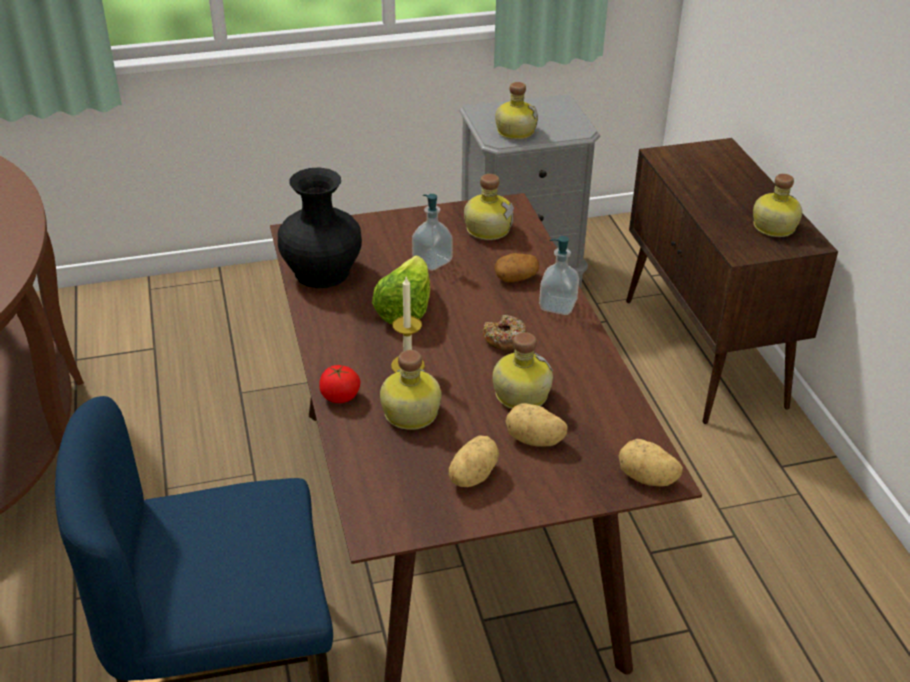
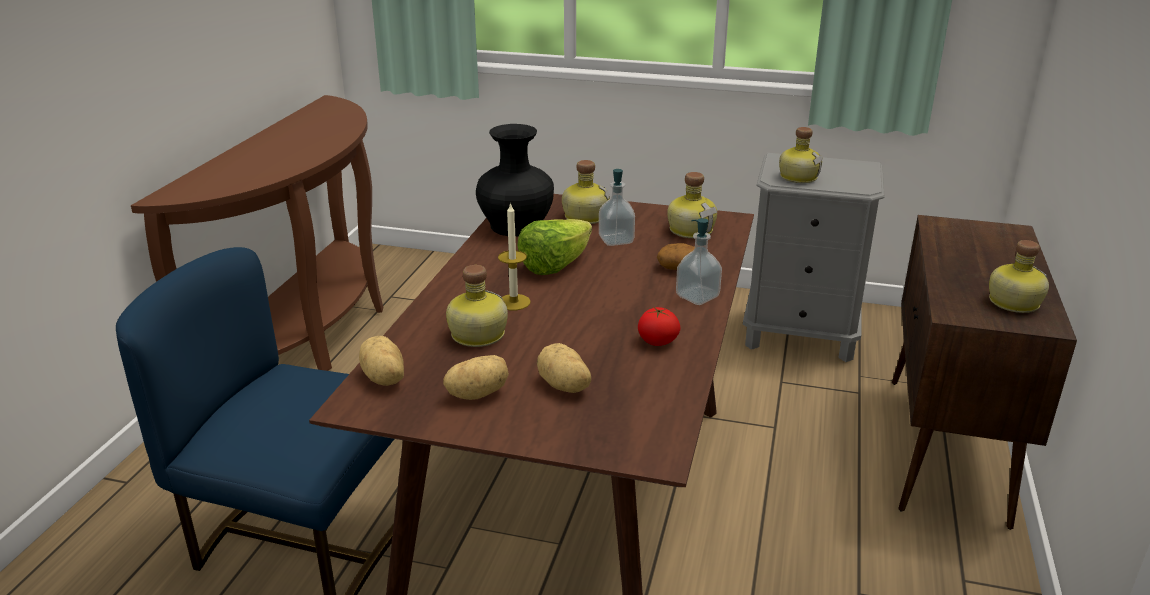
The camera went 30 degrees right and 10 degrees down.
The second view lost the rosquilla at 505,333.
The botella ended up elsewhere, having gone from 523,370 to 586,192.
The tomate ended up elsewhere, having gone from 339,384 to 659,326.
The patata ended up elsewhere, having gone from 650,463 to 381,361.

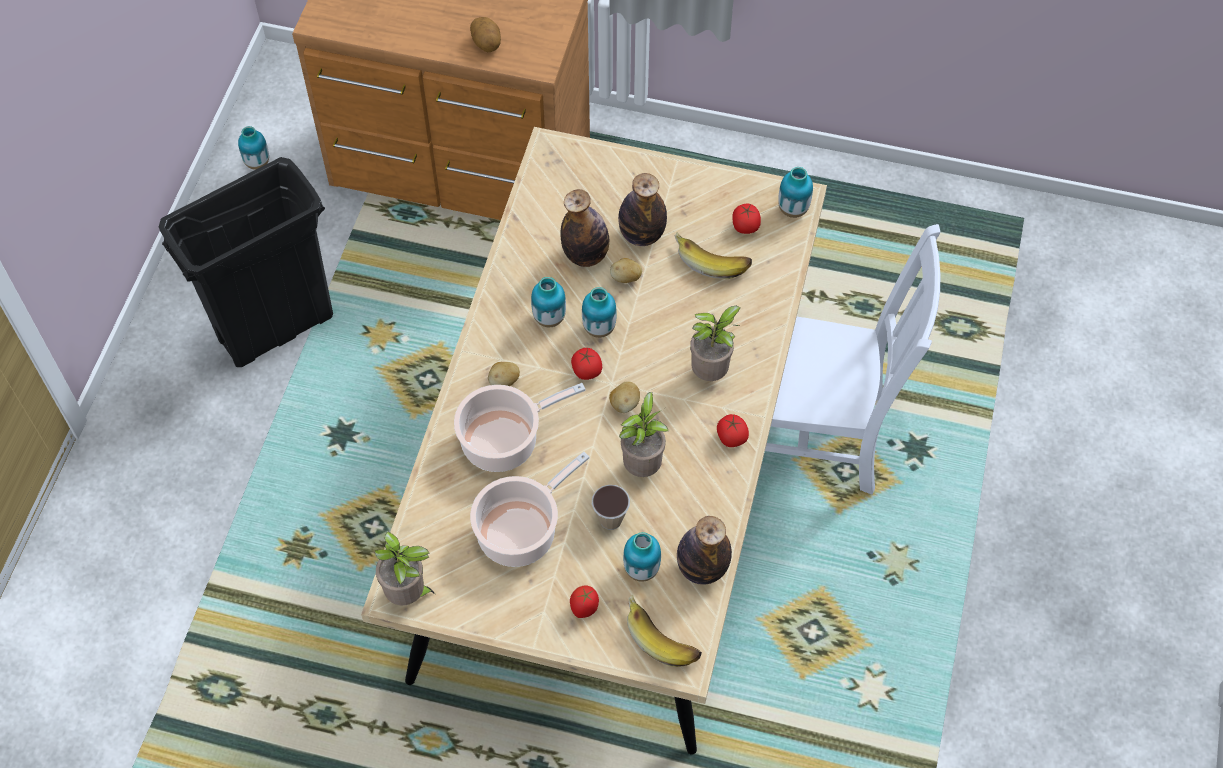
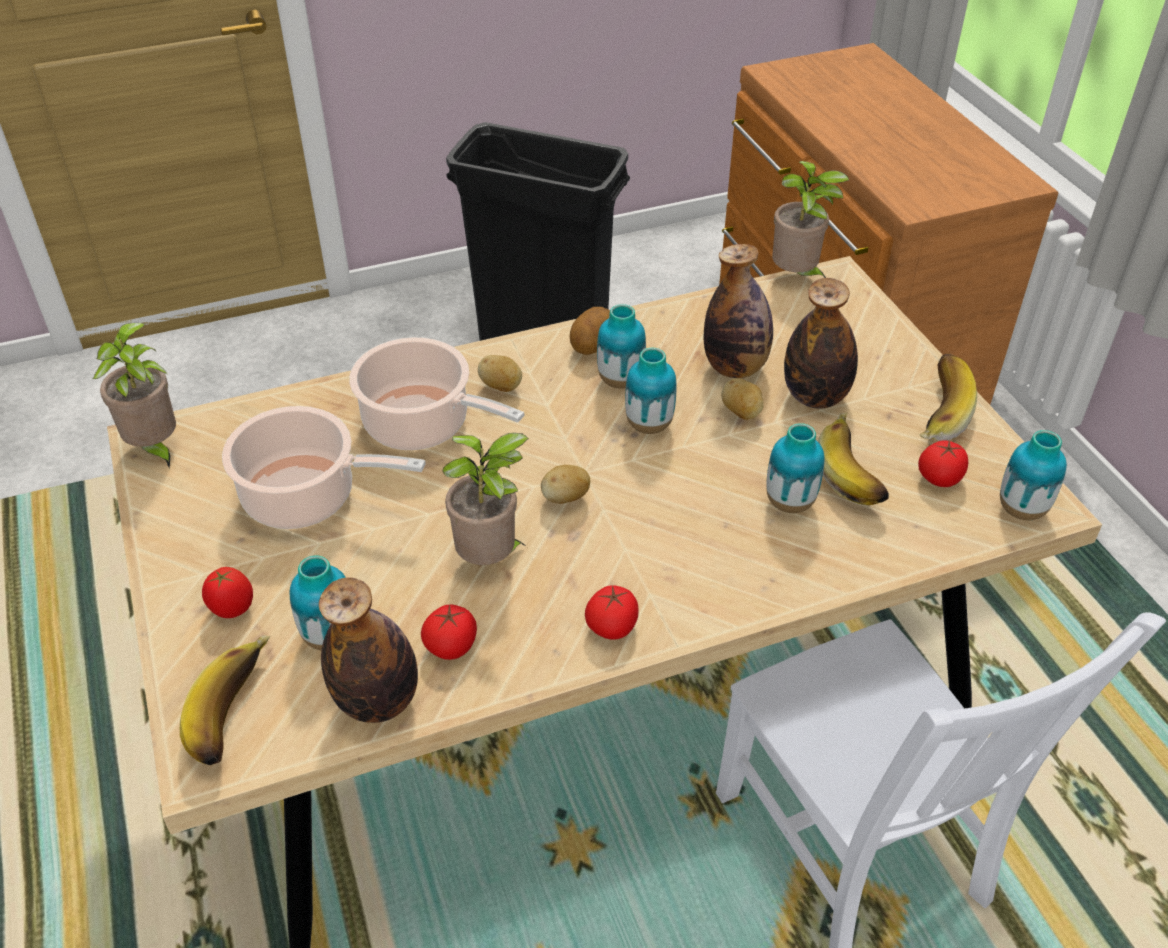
The camera went 55 degrees right and 15 degrees down.
The patata ended up elsewhere, having gone from 485,34 to 590,331.
The florero ended up elsewhere, having gone from 253,148 to 795,468.
The planta en maceta ended up elsewhere, having gone from 715,343 to 810,219.
The tomate ended up elsewhere, having gone from 586,364 to 449,632.
The second view lost the taza at 611,507.
The second view gained the plátano at 948,397.

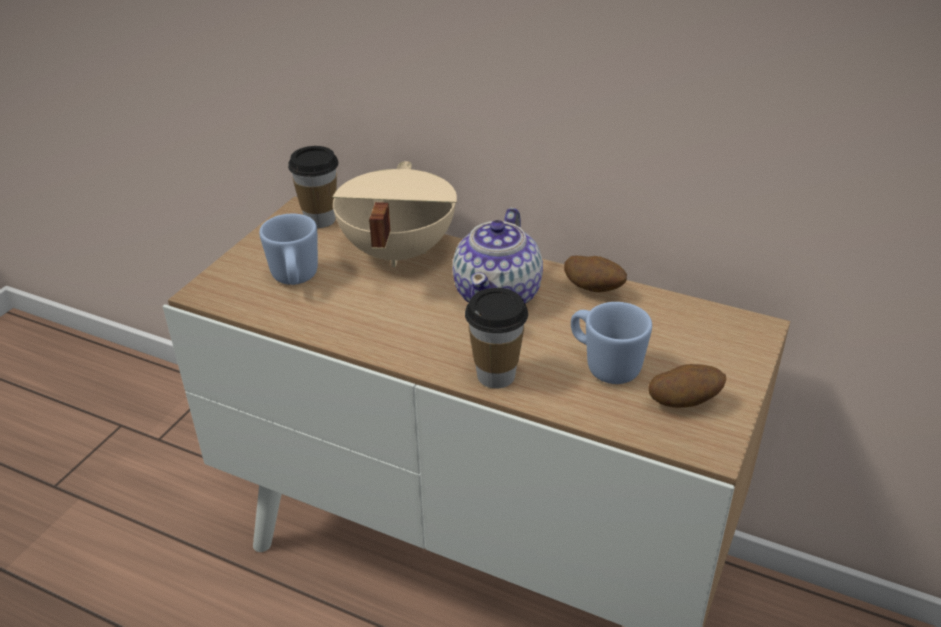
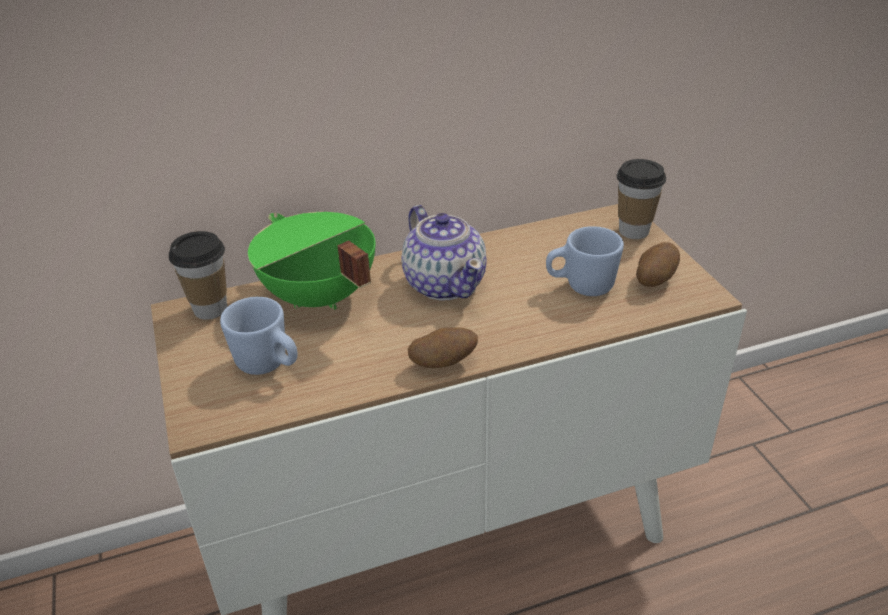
The camera went 45 degrees left and 0 degrees up.
What was the olla (beis) at 395,214 turned into the olla (verde) at 312,261.
The patata ended up elsewhere, having gone from 595,274 to 443,347.
The taza ended up elsewhere, having gone from 496,338 to 641,199.

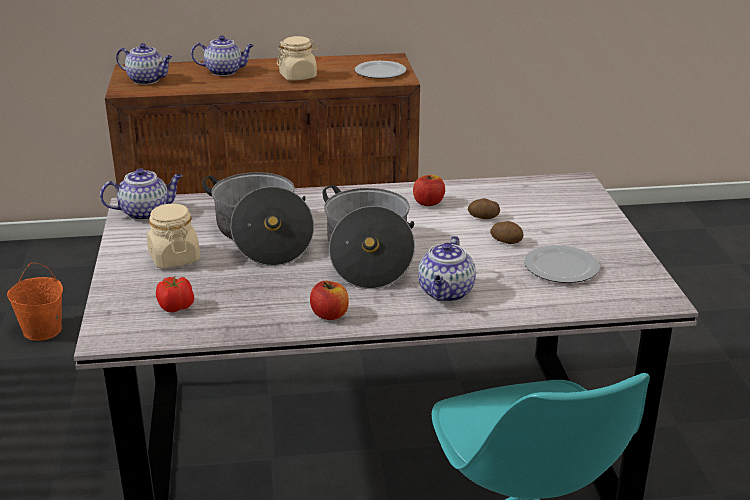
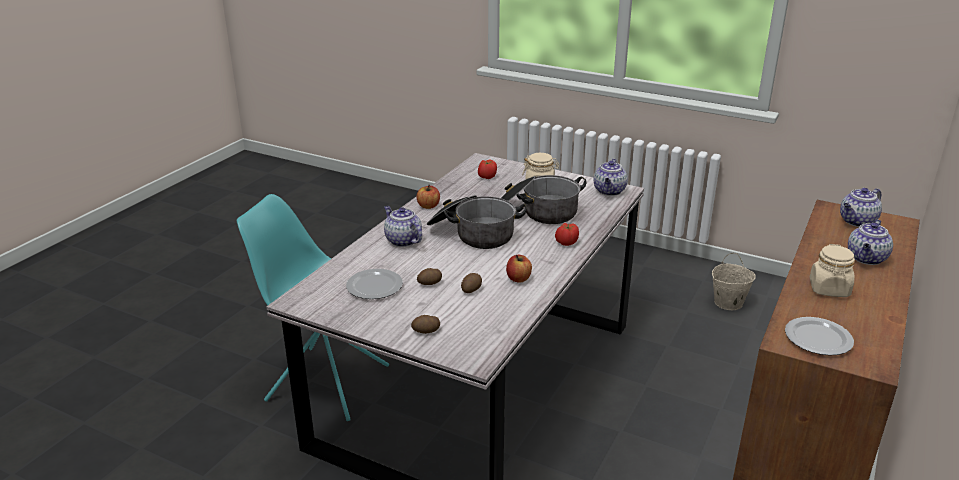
The camera went 125 degrees right and 0 degrees up.
What was the cubo (naranja) at 35,301 turned into the cubo (beis) at 734,281.
The second view gained the tomate at 567,234.
The second view gained the patata at 425,324.

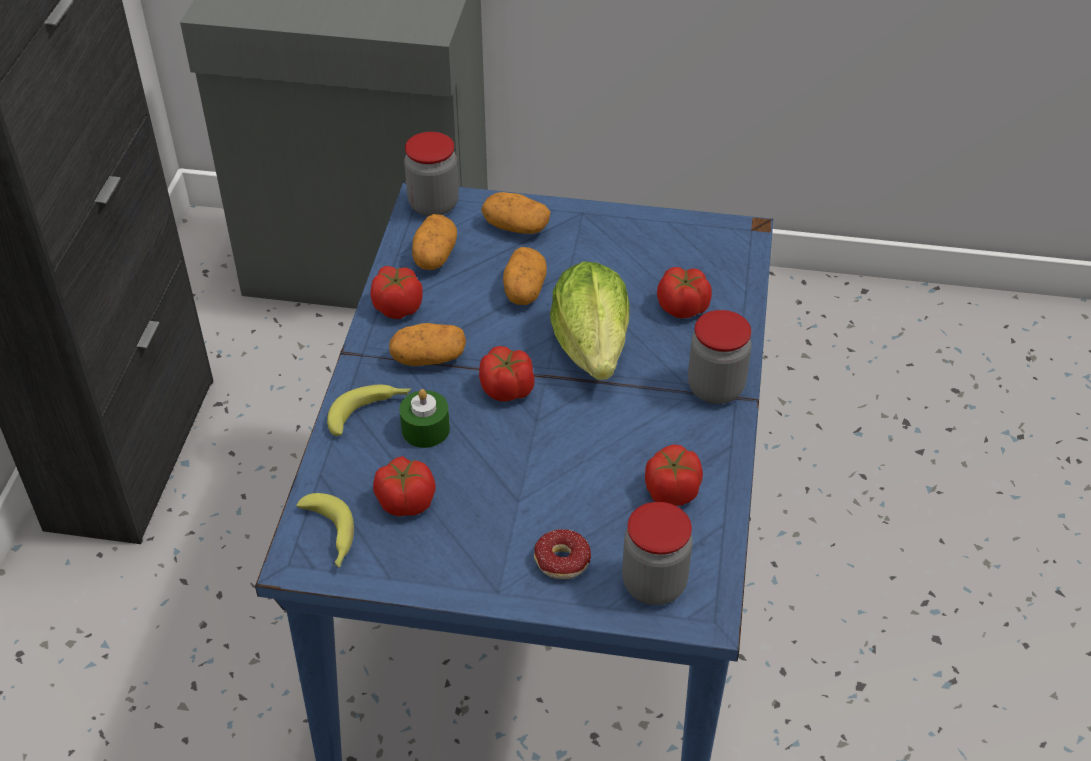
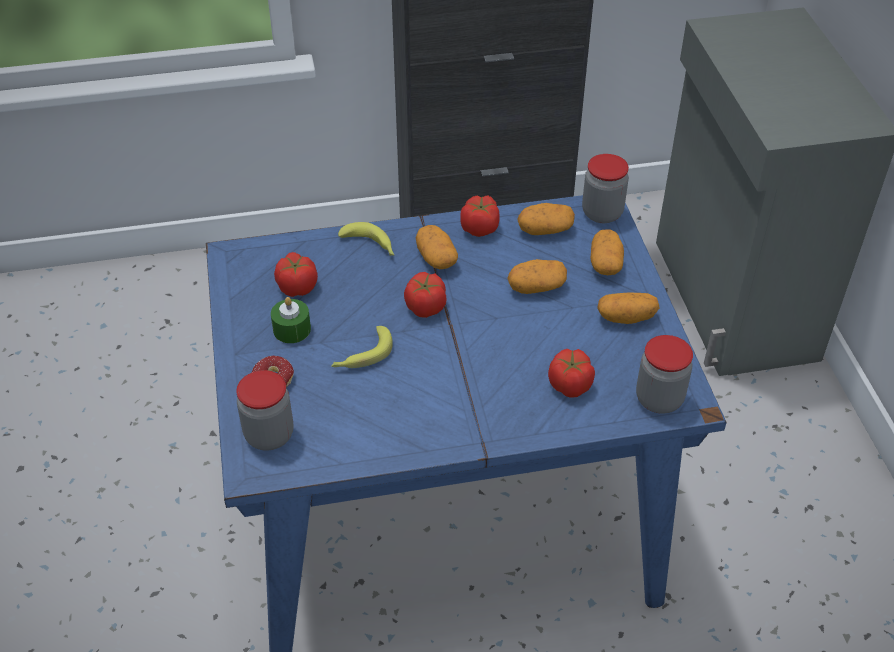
The camera went 70 degrees right and 0 degrees up.
The second view lost the lechuga at 590,320.
The tarro ended up elsewhere, having gone from 720,357 to 664,374.
The vela (verde) ended up elsewhere, having gone from 424,418 to 291,320.
The second view lost the tomate at 674,475.
The plátano ended up elsewhere, having gone from 325,530 to 362,347.
The second view gained the patata at 628,308.

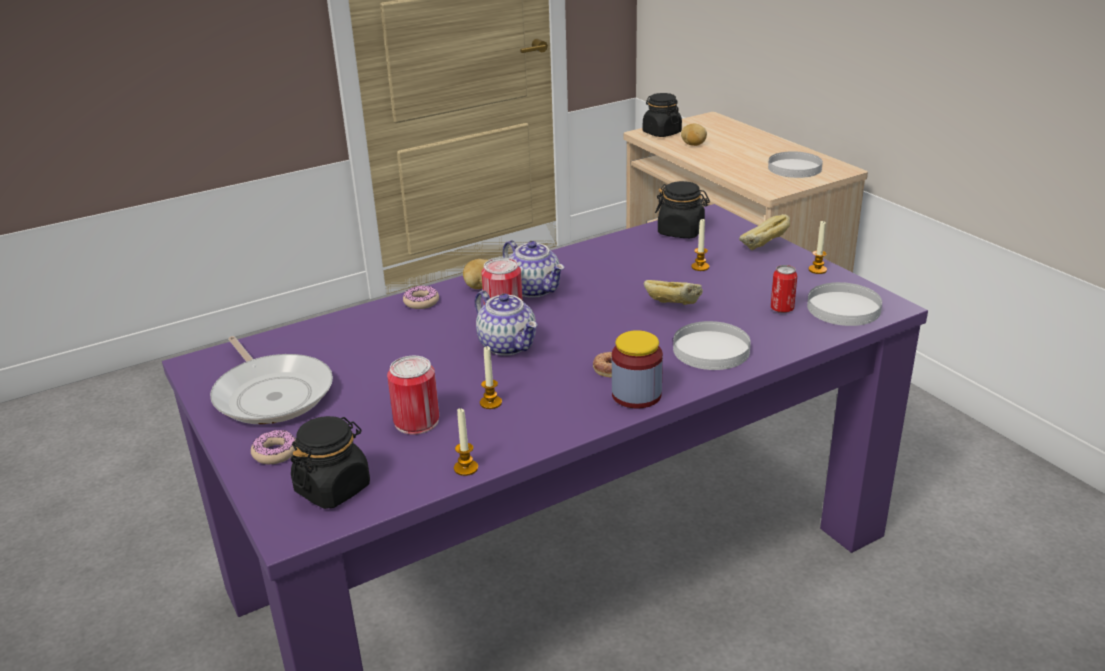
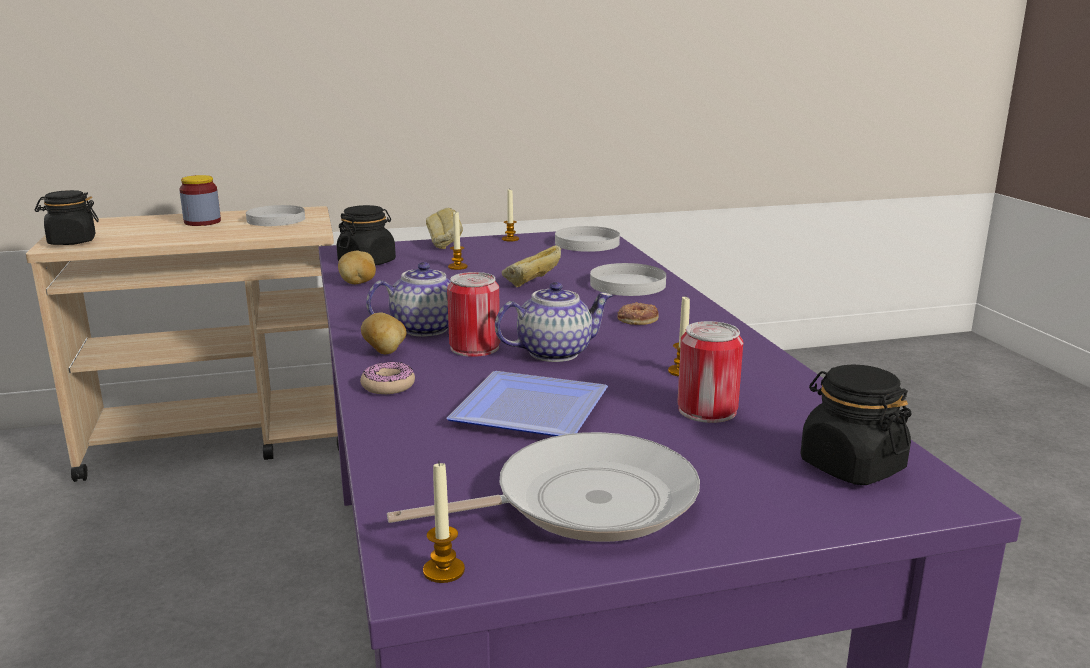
The camera went 75 degrees left and 10 degrees down.
The patata ended up elsewhere, having gone from 694,135 to 357,267.
The second view lost the lata at 784,289.
The tarro ended up elsewhere, having gone from 637,369 to 200,200.
The vela ended up elsewhere, having gone from 466,442 to 444,522.
The second view lost the rosquilla at 273,447.
The second view gained the plato at 527,403.

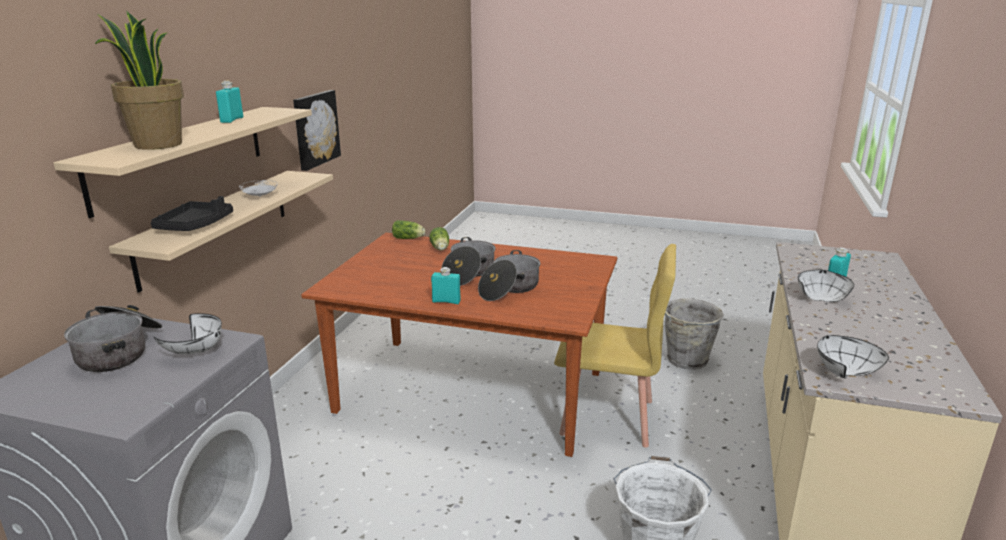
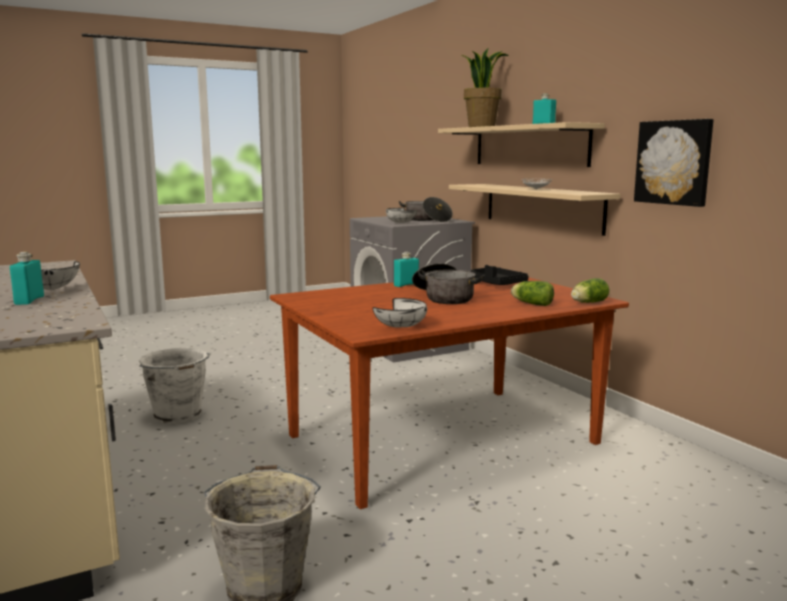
The camera went 135 degrees right and 10 degrees down.
The bandeja (negro) ended up elsewhere, having gone from 192,213 to 500,275.
The second view lost the silla (amarillo) at 615,346.
The second view lost the olla at 509,275.
The cuenco (blanco) ended up elsewhere, having gone from 853,357 to 400,312.

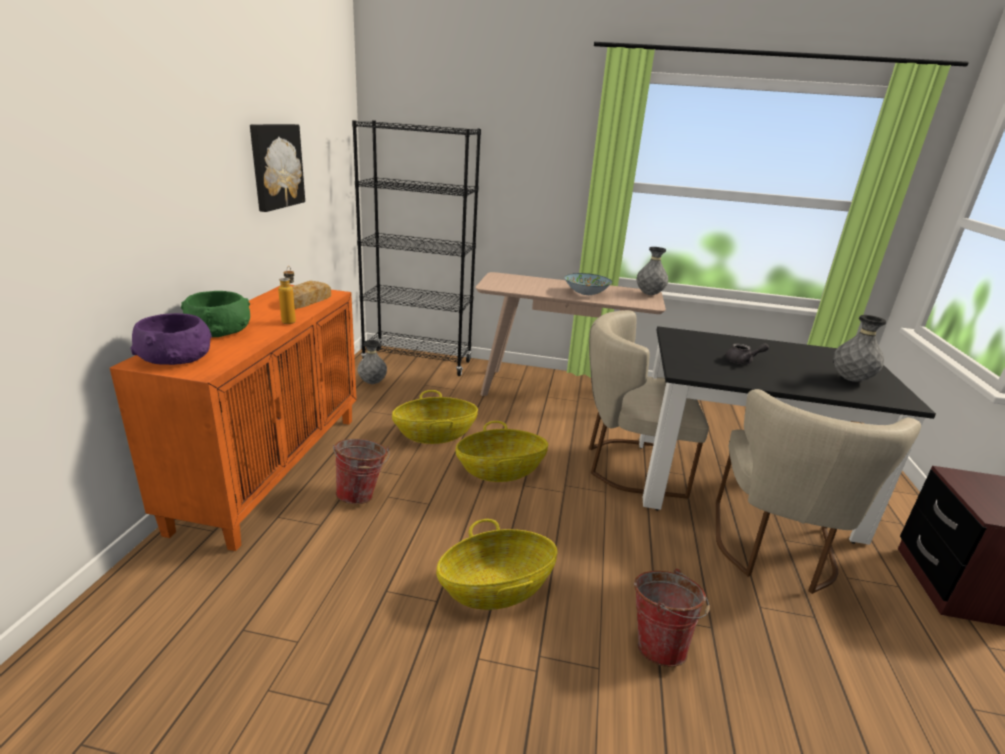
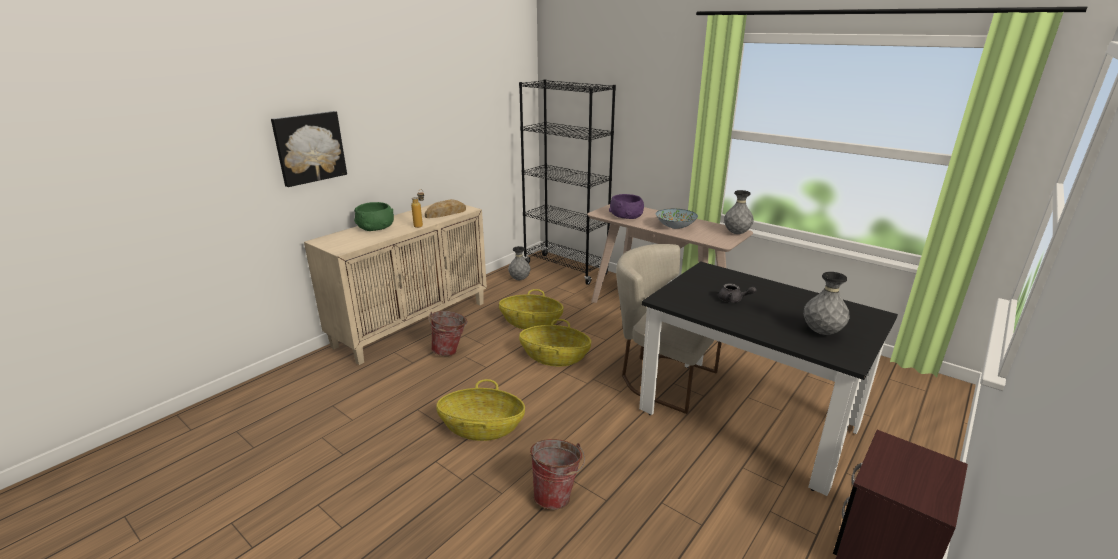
The camera went 30 degrees right and 0 degrees up.
The cuadro ended up elsewhere, having gone from 277,168 to 309,149.
What was the armario (naranja) at 233,418 turned into the armario (beis) at 395,284.
The cuenco (morado) ended up elsewhere, having gone from 171,339 to 626,206.
The second view lost the silla (beis) at 818,491.

